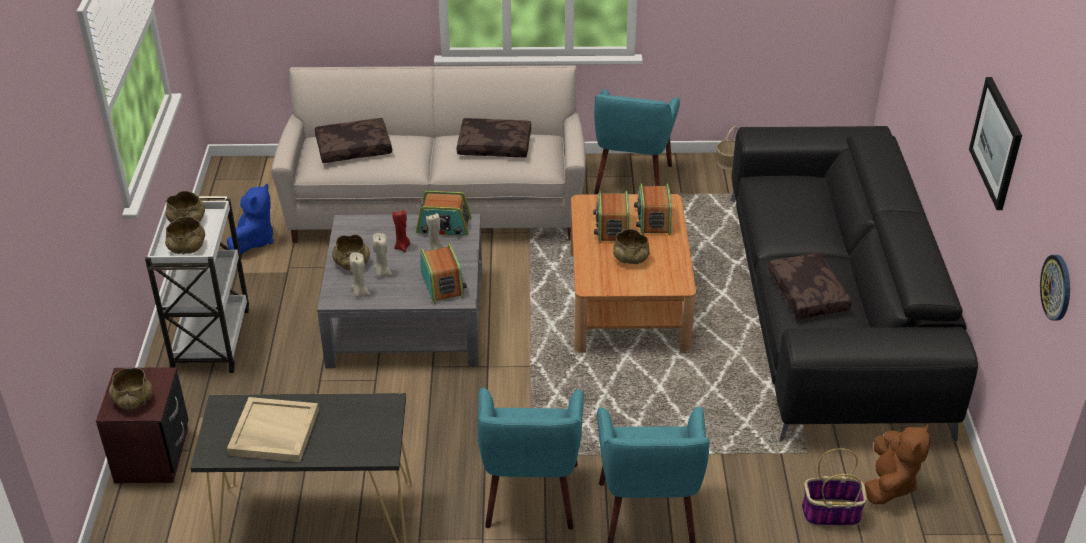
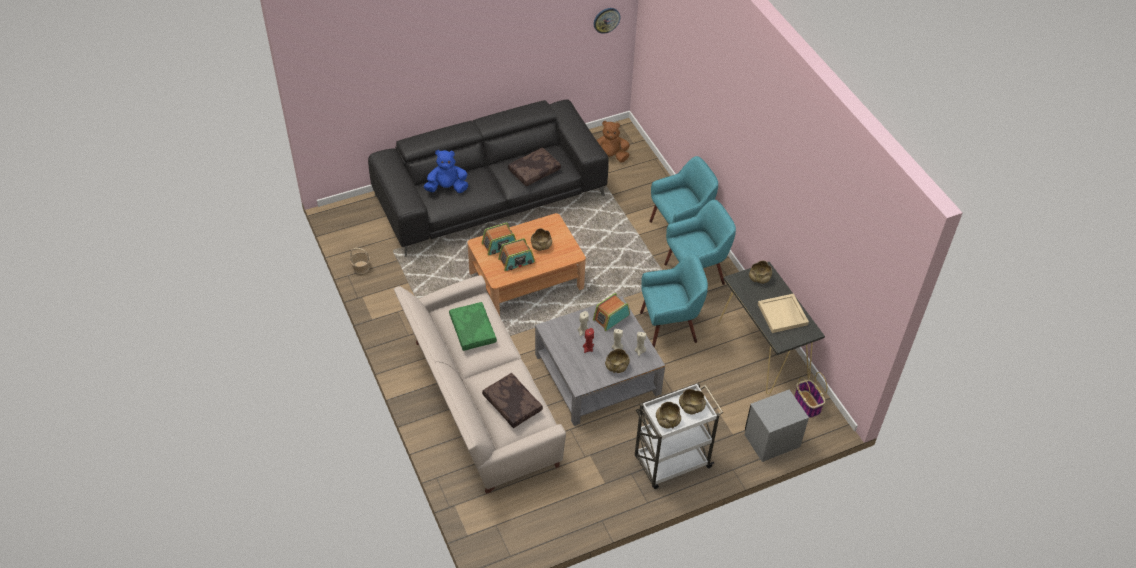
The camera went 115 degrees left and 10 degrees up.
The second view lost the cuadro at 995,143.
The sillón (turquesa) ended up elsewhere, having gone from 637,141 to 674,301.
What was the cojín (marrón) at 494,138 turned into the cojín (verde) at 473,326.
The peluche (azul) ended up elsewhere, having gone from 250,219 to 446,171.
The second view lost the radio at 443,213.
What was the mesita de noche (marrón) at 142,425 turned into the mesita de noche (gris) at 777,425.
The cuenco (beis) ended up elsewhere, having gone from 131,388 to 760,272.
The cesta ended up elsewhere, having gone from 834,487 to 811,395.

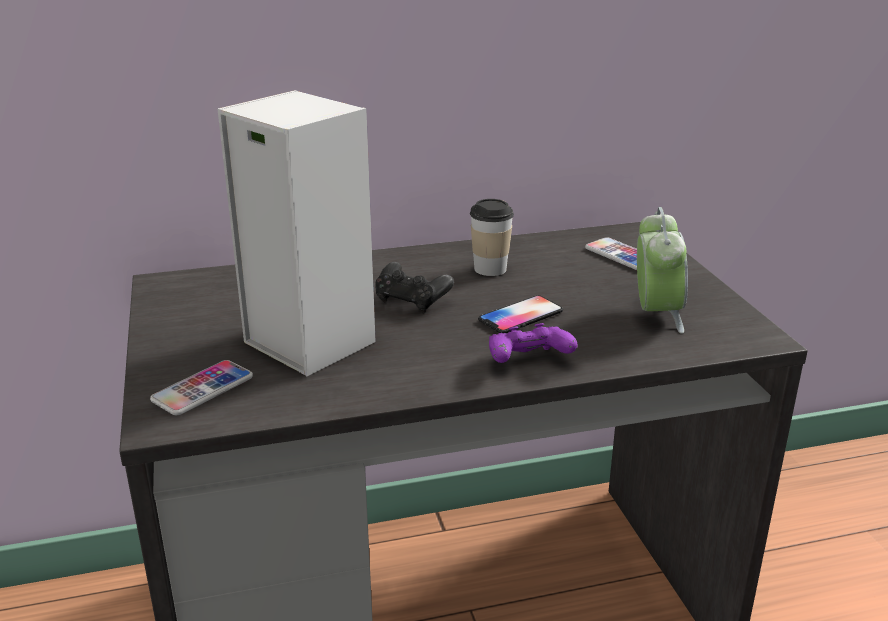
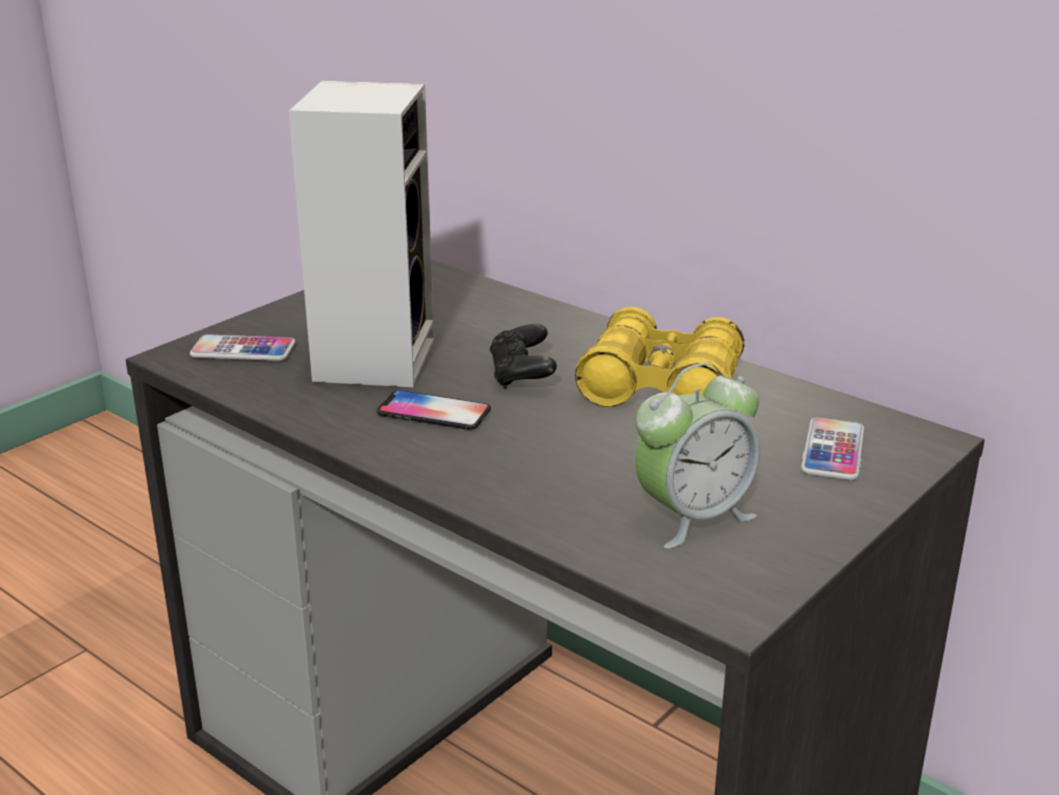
The camera went 55 degrees right and 0 degrees up.
Where the taza stood at 492,237, the prismáticos (amarillo) came to stand at 660,357.
The móvil ended up elsewhere, having gone from 520,314 to 433,410.
The second view lost the mando de consola (morado) at 533,343.

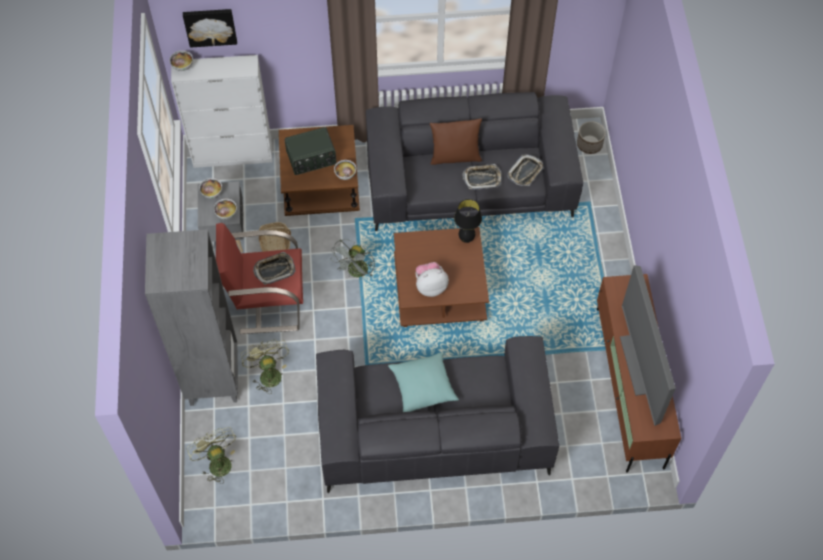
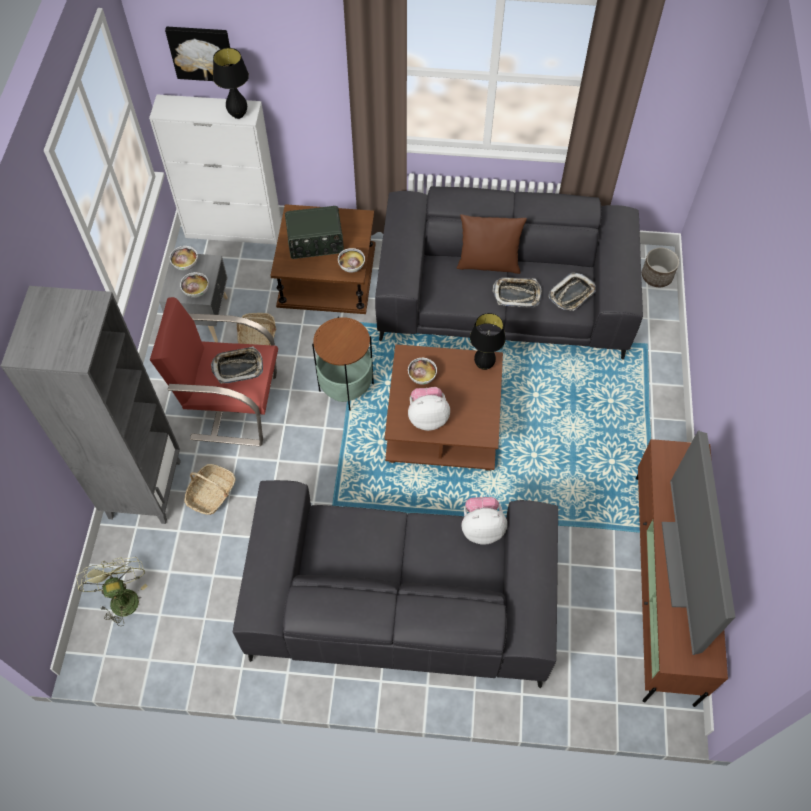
The camera went 10 degrees right and 0 degrees up.
The cuenco ended up elsewhere, having gone from 181,60 to 422,371.
Where the ventilador (gris) stood at 353,259, the mesa auxiliar came to stand at 343,363.
Where the ventilador (verde) stood at 265,366, the cesta came to stand at 210,489.
The second view lost the cojín (turquesa) at 423,382.
The second view gained the lámpara de mesa (negro) at 231,83.
The second view gained the peluche at 484,521.

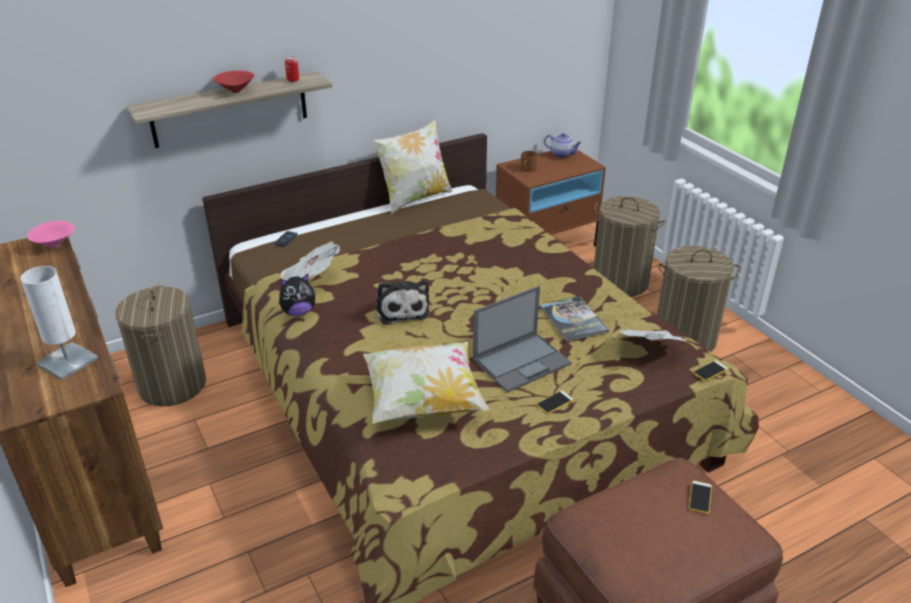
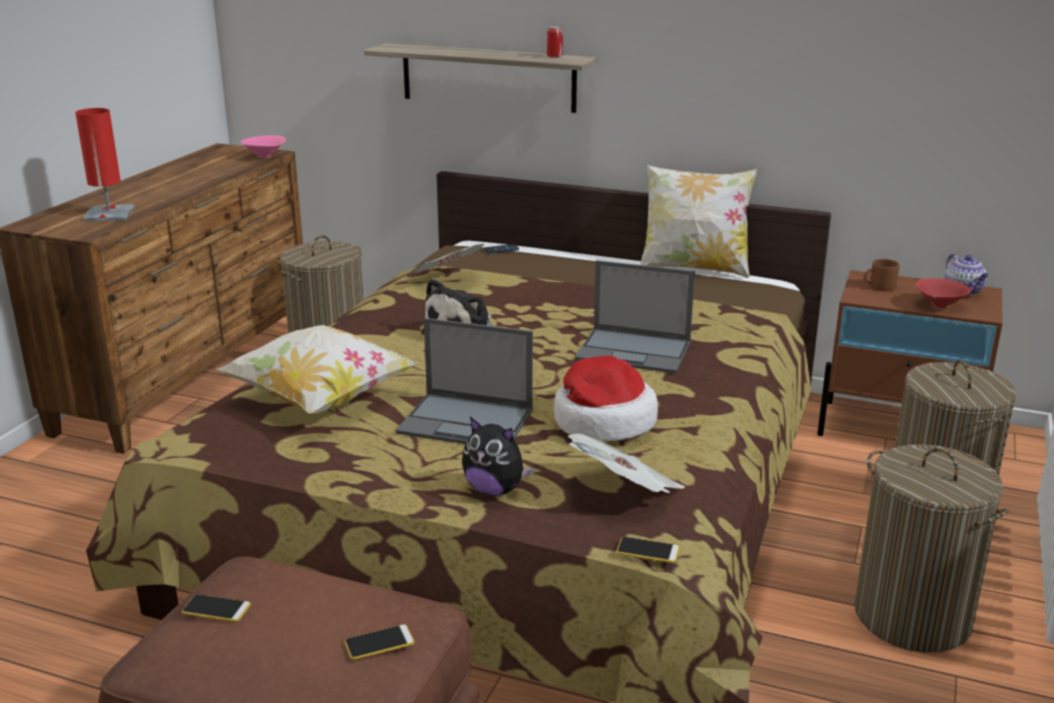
The camera went 50 degrees right and 10 degrees down.
The cuenco (rojo) ended up elsewhere, having gone from 234,82 to 943,293.
What was the lámpara de mesa (blanco) at 59,323 turned into the lámpara de mesa (rojo) at 105,165.
The peluche ended up elsewhere, having gone from 297,295 to 498,456.
Where the libro stood at 574,319, the sombrero came to stand at 606,399.
The móvil ended up elsewhere, having gone from 555,402 to 216,608.
The second view gained the portátil at 635,316.

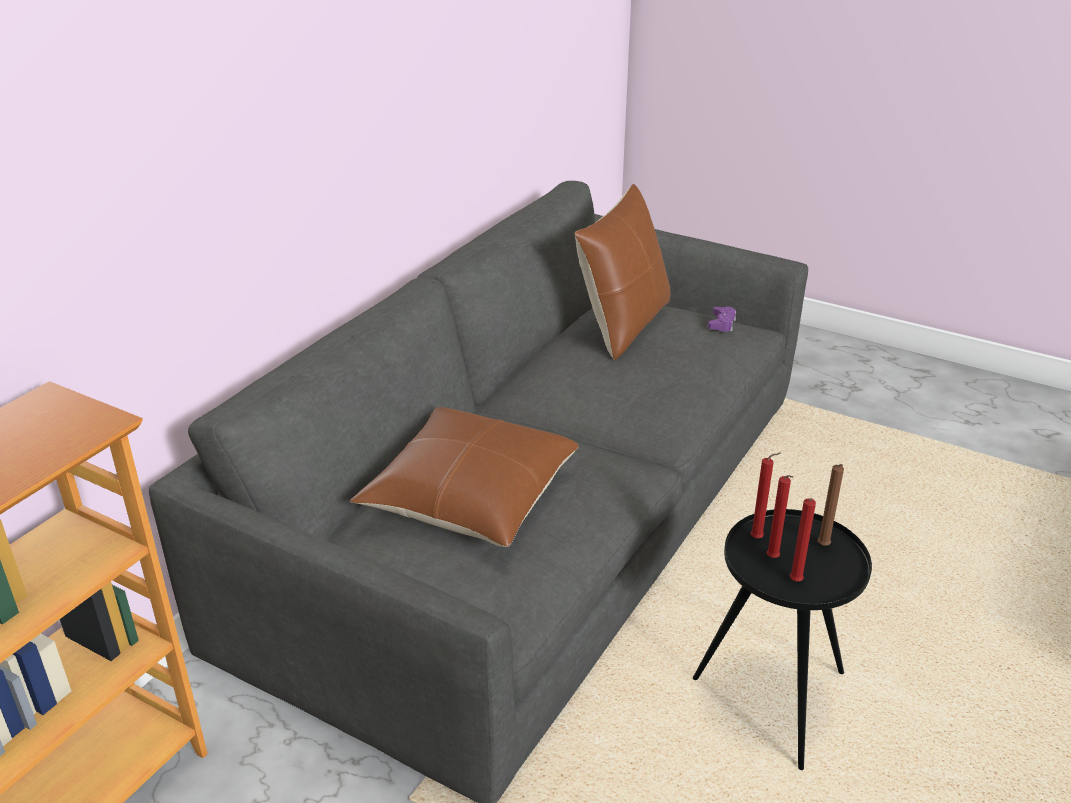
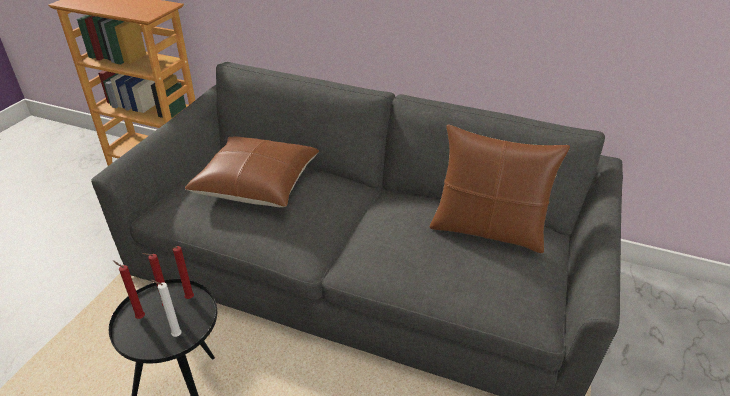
The camera went 80 degrees right and 5 degrees up.
The second view lost the mando de consola (morado) at 722,319.
What was the vela (marrón) at 830,505 turned into the vela (blanco) at 166,308.

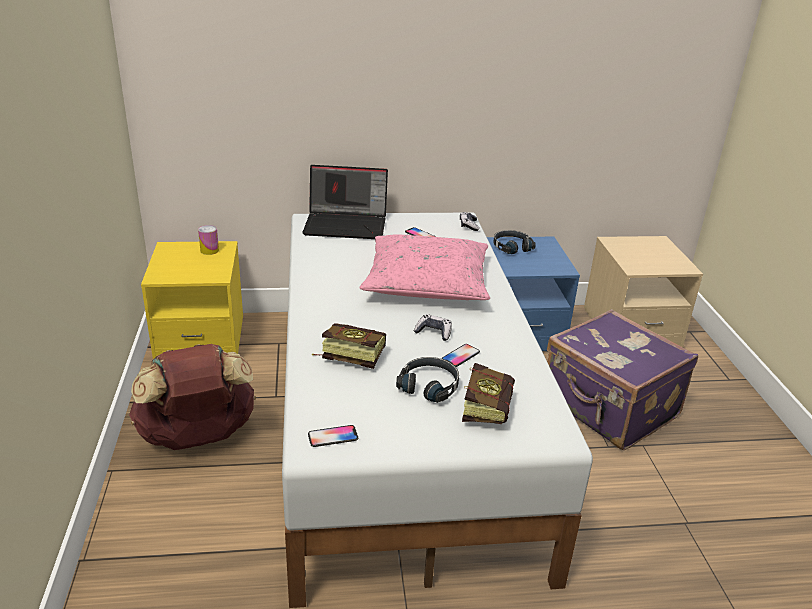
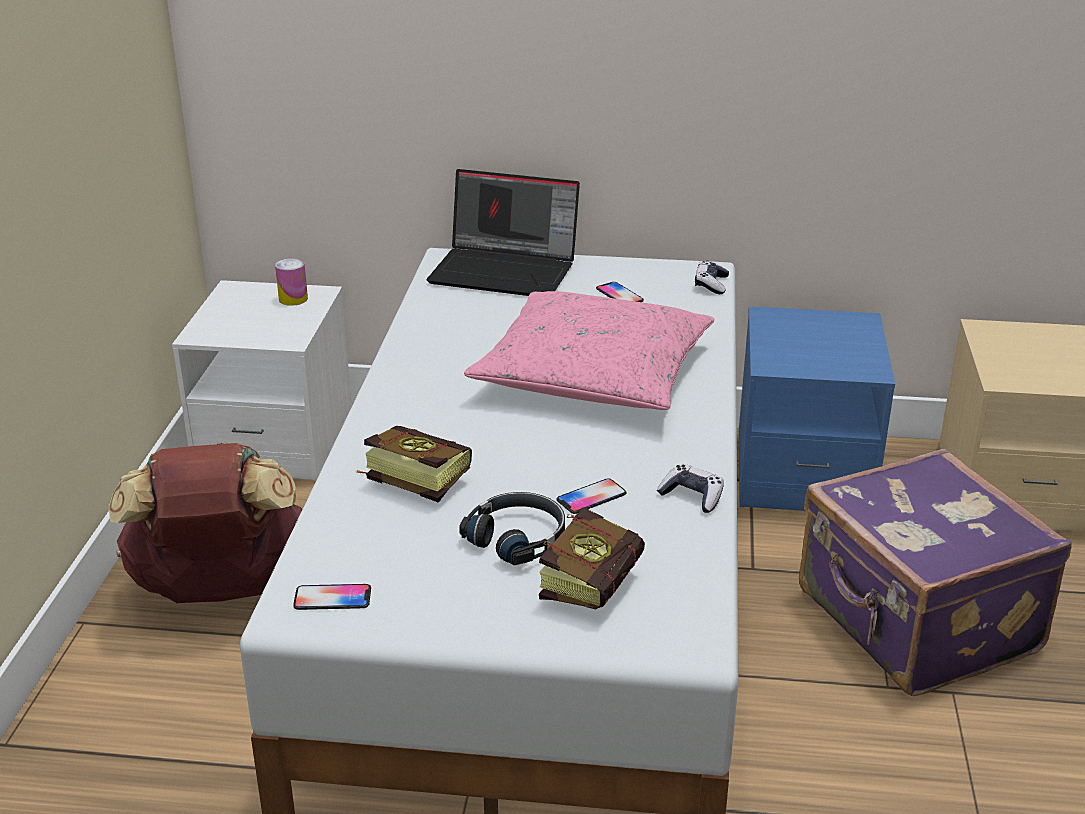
The camera went 15 degrees right and 0 degrees up.
The second view lost the auriculares (negro) at 514,242.
What was the mesita de noche (amarillo) at 192,300 turned into the mesita de noche (blanco) at 262,380.
The mando de consola ended up elsewhere, having gone from 433,327 to 690,488.

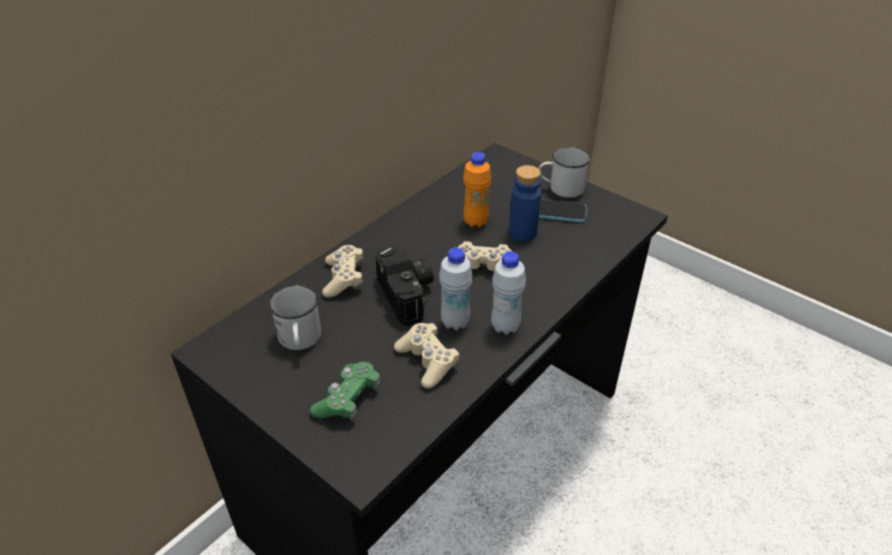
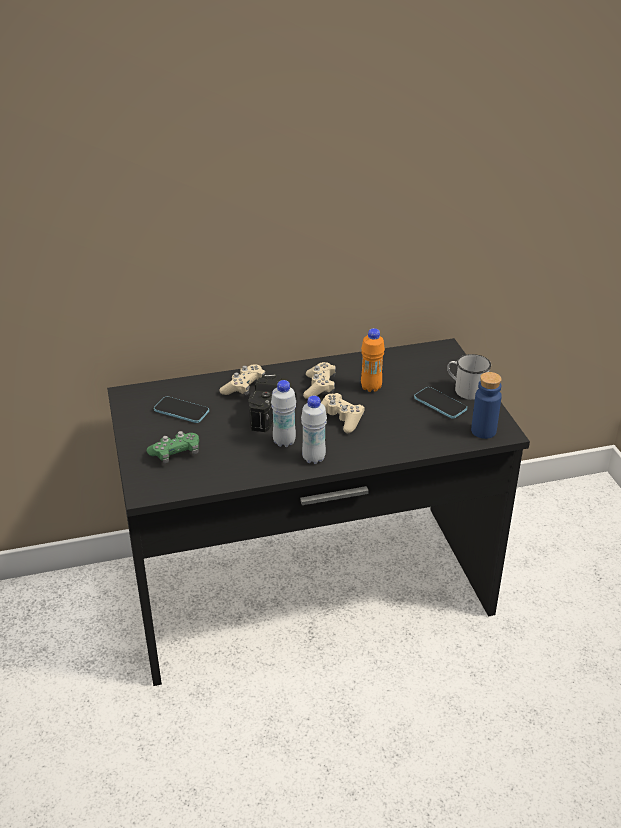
The camera went 35 degrees right and 5 degrees down.
The botella (azul) ended up elsewhere, having gone from 525,203 to 486,405.
Where the taza grande (blanco) stood at 295,317, the móvil came to stand at 181,409.
The mando de consola (beis) ended up elsewhere, having gone from 427,356 to 319,380.

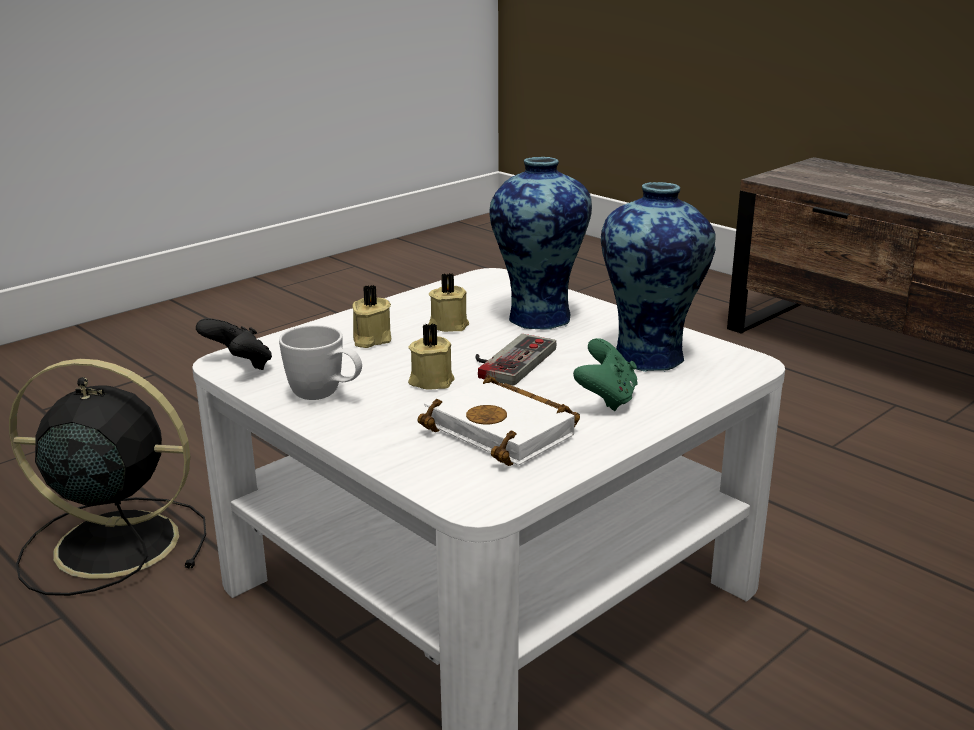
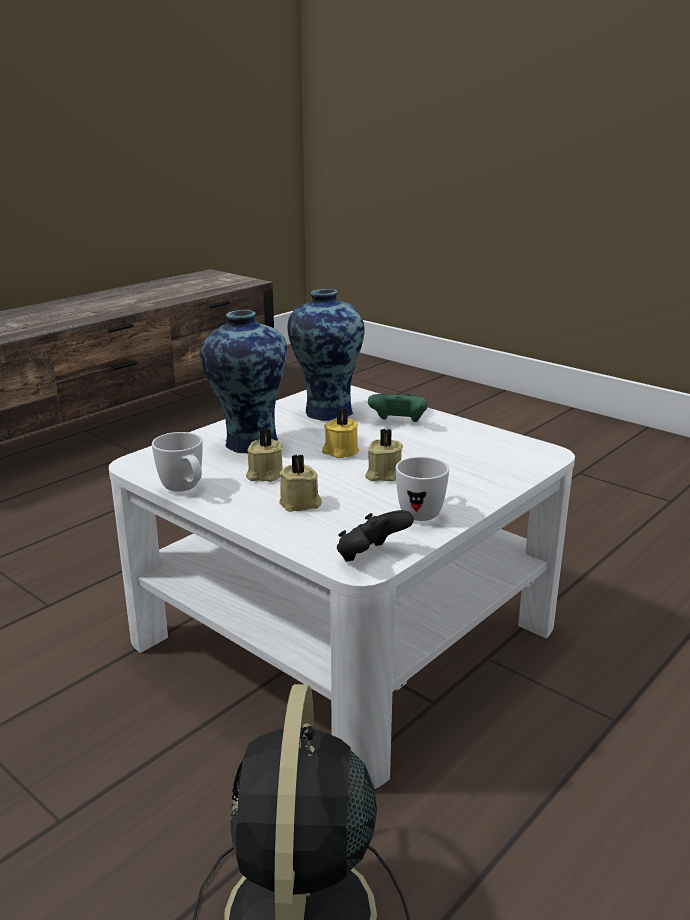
The camera went 95 degrees left and 0 degrees up.
Where the mando de consola stood at 516,360, the vela (amarillo) came to stand at 340,433.
The second view lost the libro (blanco) at 498,420.
The second view gained the taza grande (blanco) at 177,462.

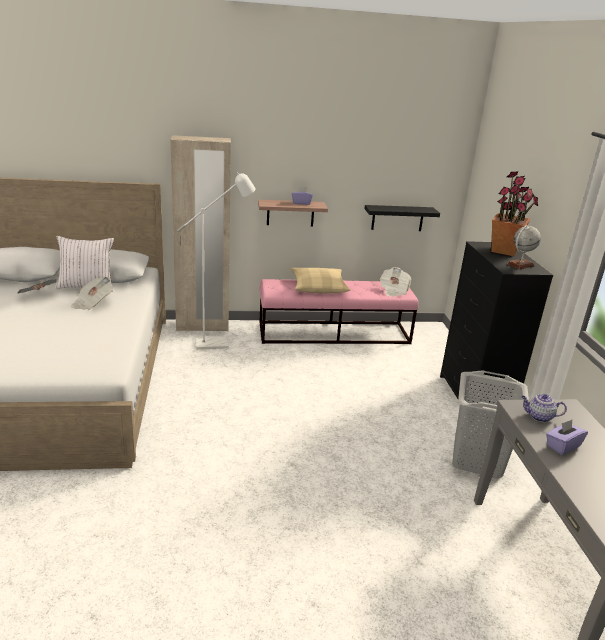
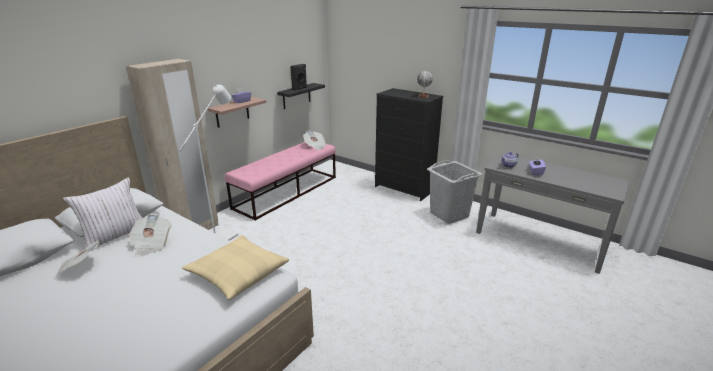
The camera went 45 degrees left and 0 degrees up.
The second view lost the planta en maceta at 514,213.
The cojín (beis) ended up elsewhere, having gone from 320,280 to 235,267.
The second view gained the altavoz (negro) at 298,77.

